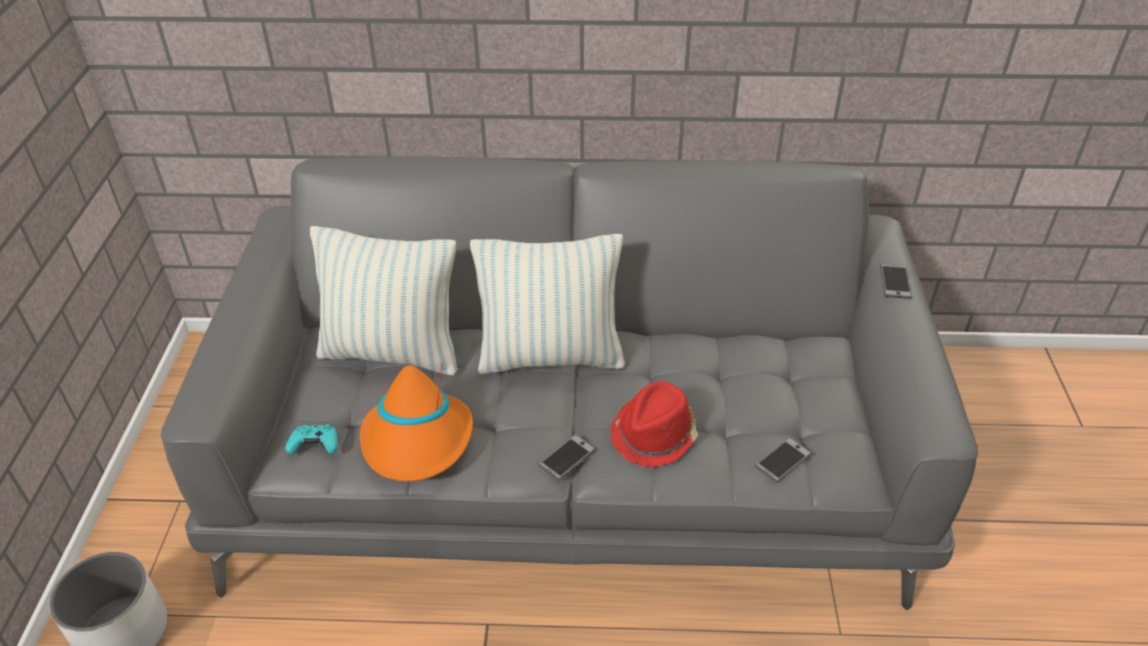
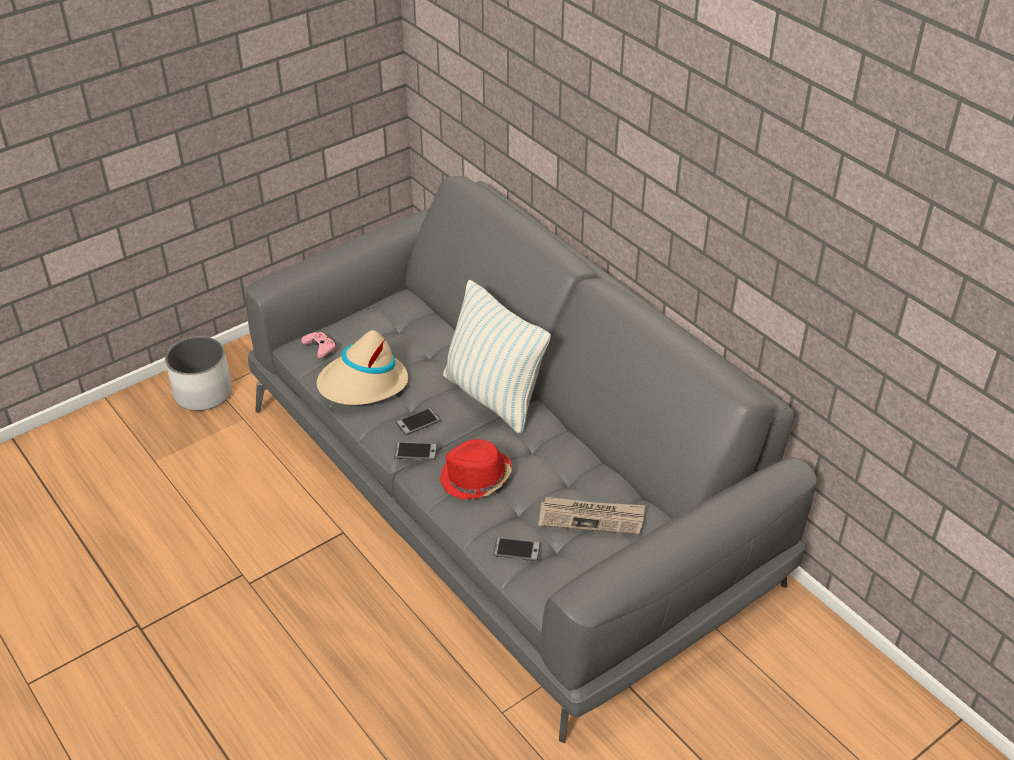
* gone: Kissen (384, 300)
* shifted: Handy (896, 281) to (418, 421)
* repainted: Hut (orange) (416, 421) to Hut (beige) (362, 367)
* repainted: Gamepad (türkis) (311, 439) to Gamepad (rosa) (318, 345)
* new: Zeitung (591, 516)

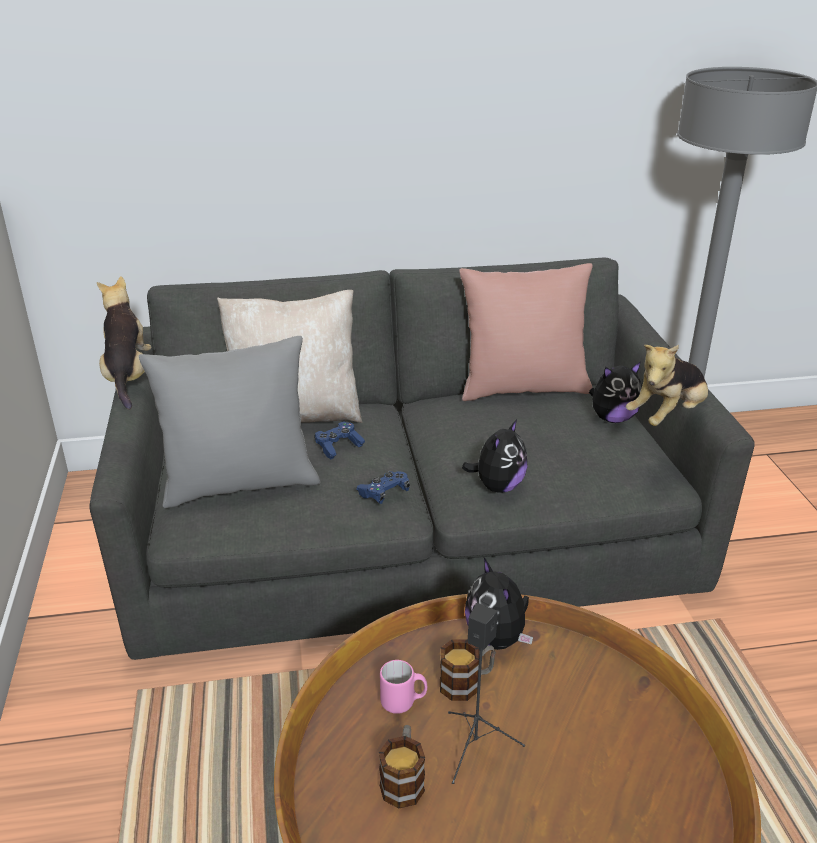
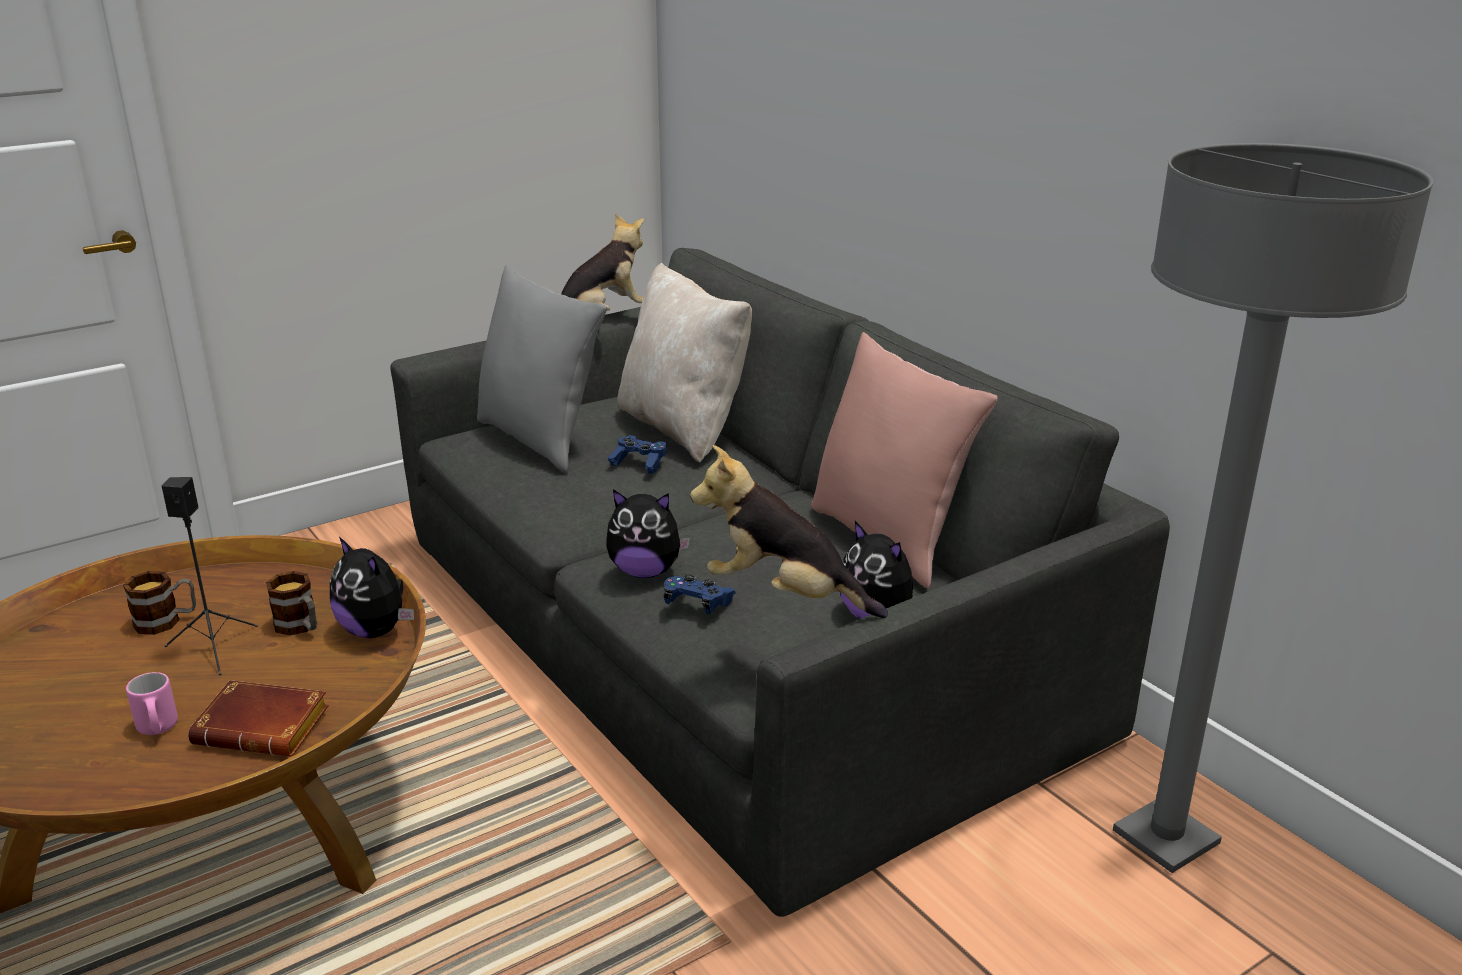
* shifted: Gamepad (blau) (383, 487) to (700, 594)
* rotated: Plüschtier (499, 604) = (372, 587) 90 degrees counterclockwise
* shifted: Henkelbecher (rosa) (403, 687) to (152, 703)
* new: Buch (braun) (258, 718)

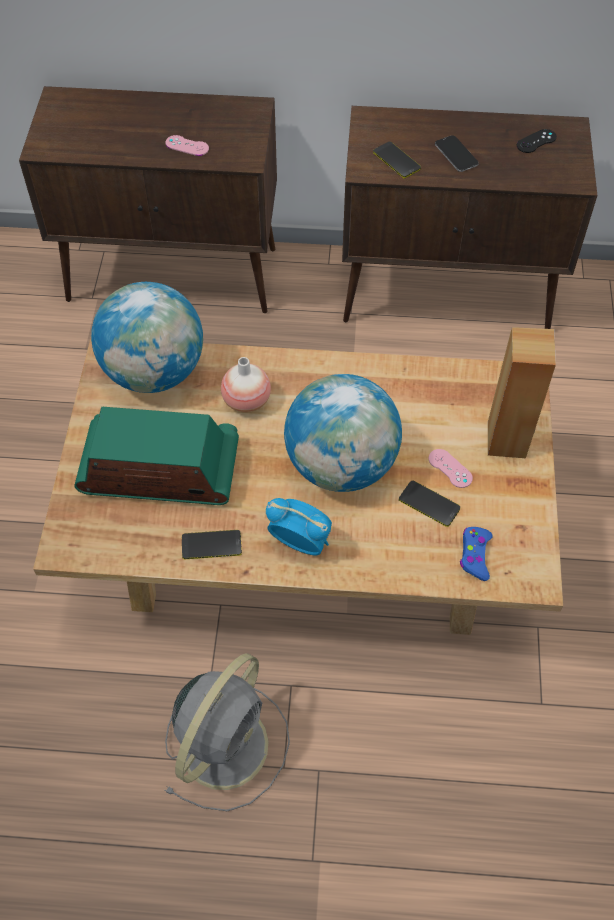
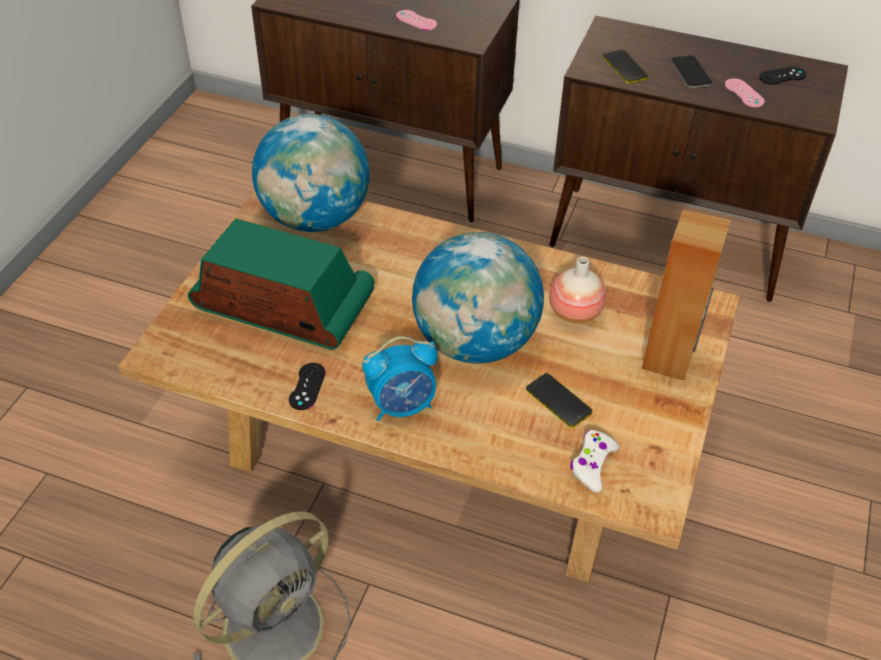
* shifted: Vase (246, 385) to (577, 290)
* shifted: Gamepad (rosa) (451, 468) to (745, 92)
* rotated: Wecker (299, 526) = (400, 378) 120 degrees clockwise
* repainted: Gamepad (blau) (476, 554) to Gamepad (weiß) (595, 461)
* swapped: Handy (212, 544) to Gamepad (schwarz) (307, 386)

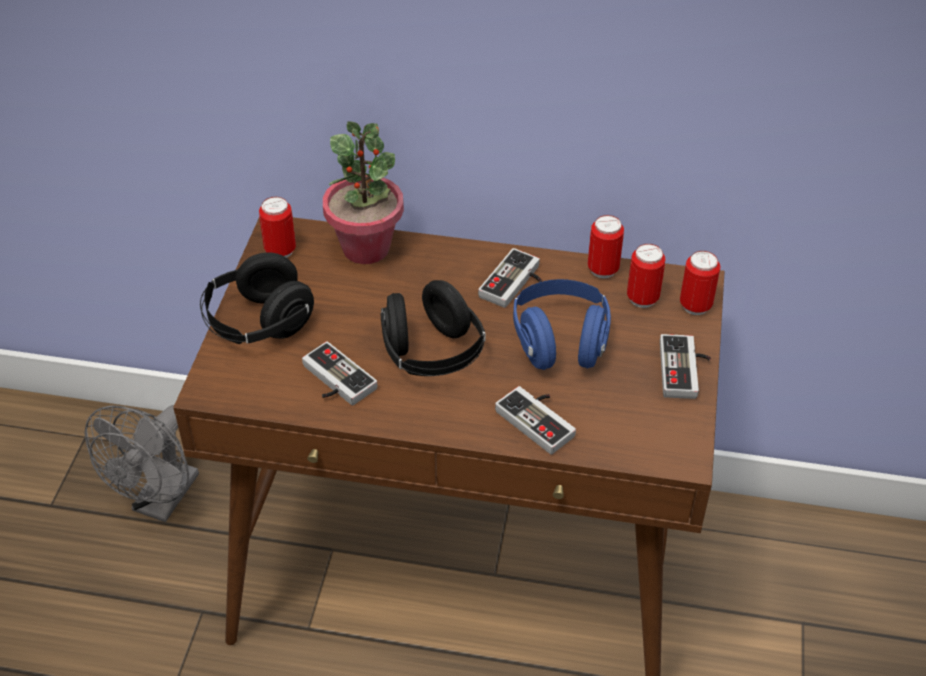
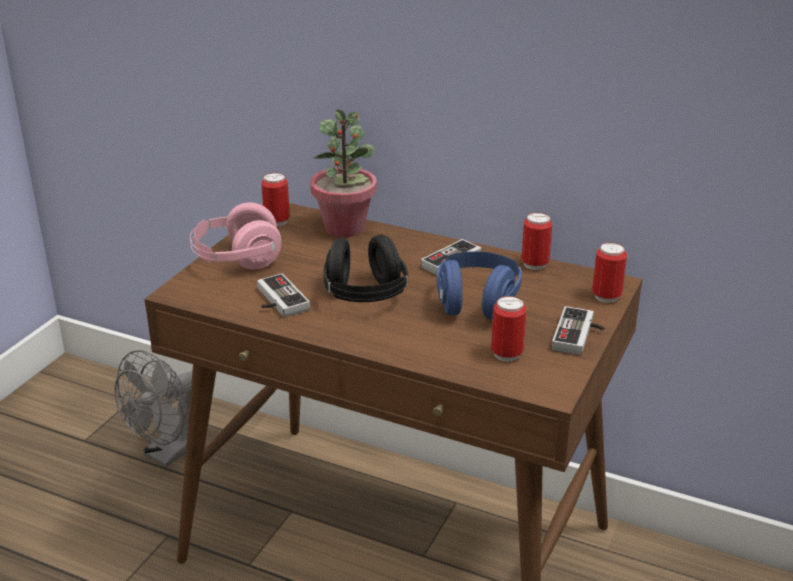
* shifted: Dose (646, 276) to (508, 329)
* repainted: Kopfhörer (schwarz) (257, 298) to Kopfhörer (rosa) (235, 236)
* gone: Gamepad (535, 420)

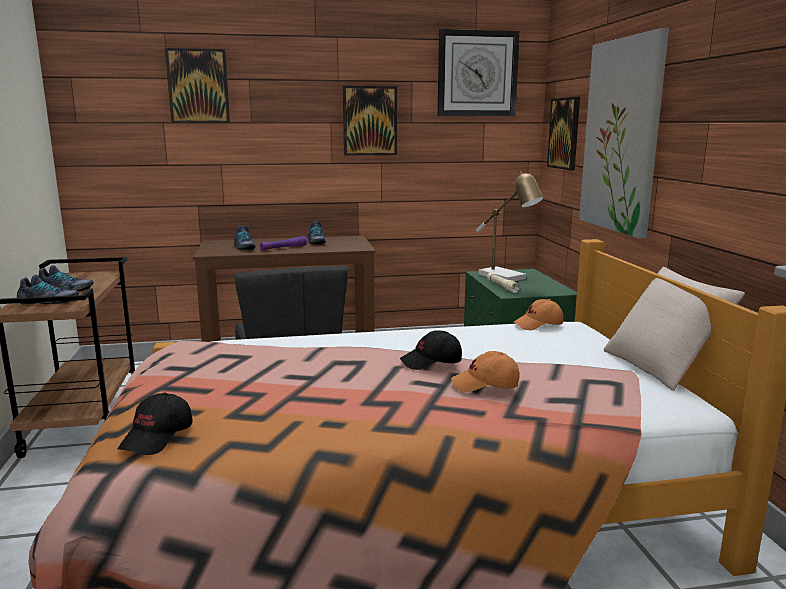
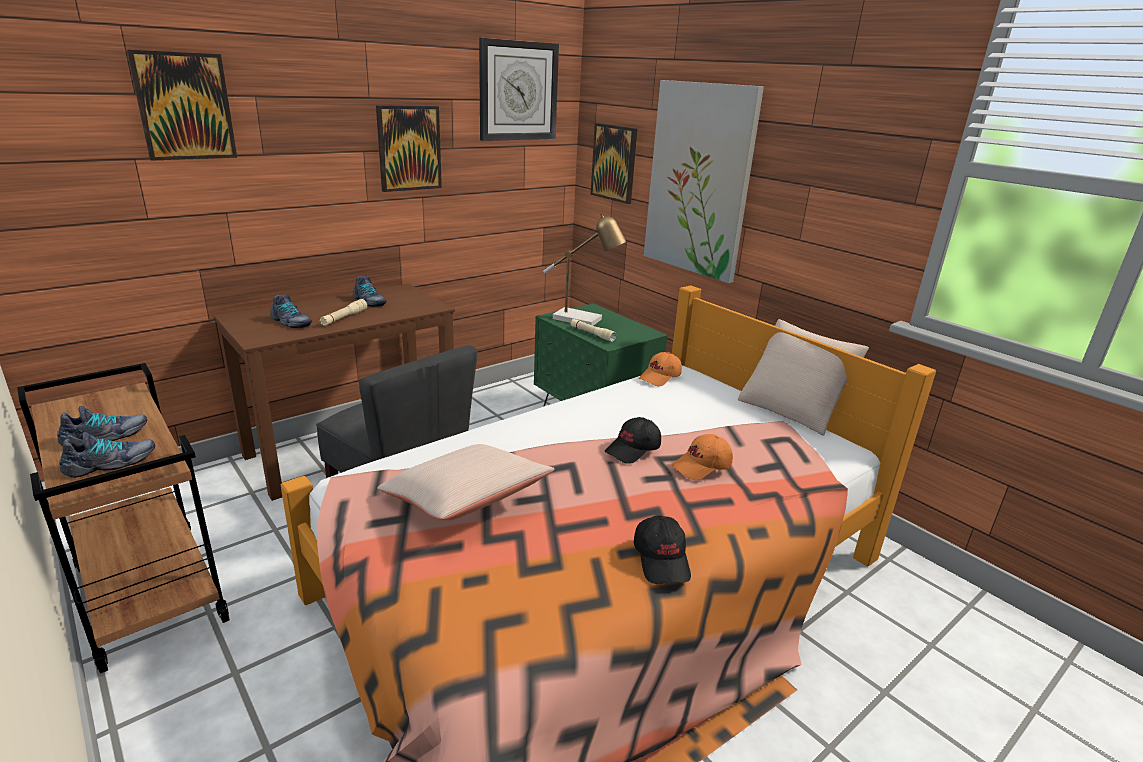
* repainted: Taschenlampe (lila) (283, 243) to Taschenlampe (beige) (343, 312)
* shifted: Kappe (schwarz) (155, 424) to (662, 549)
* new: Kissen (beige) (466, 482)

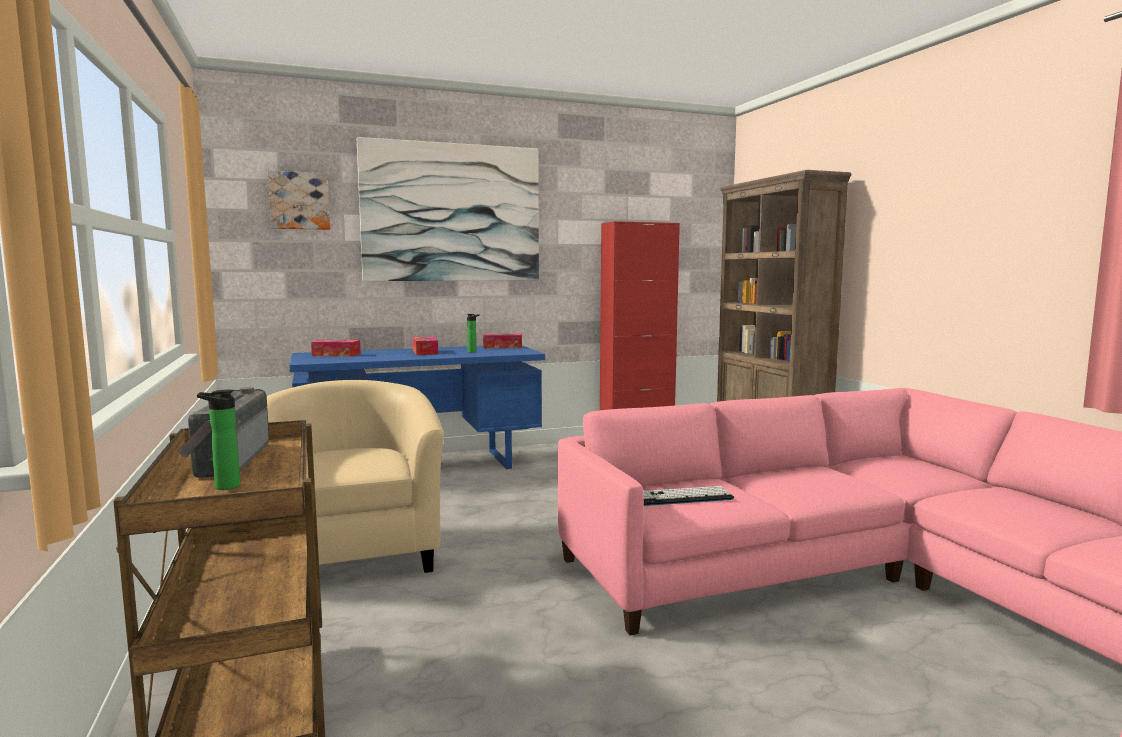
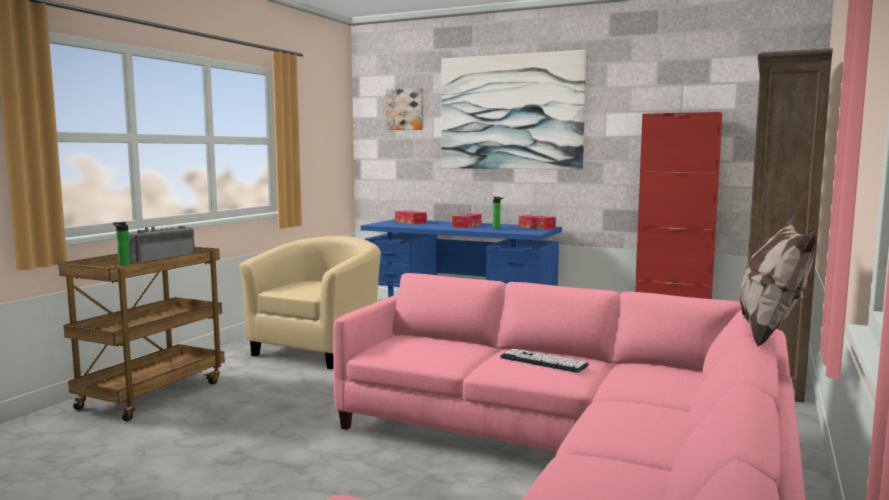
* shifted: Tastatur (688, 496) to (544, 361)
* new: Kissen (778, 281)

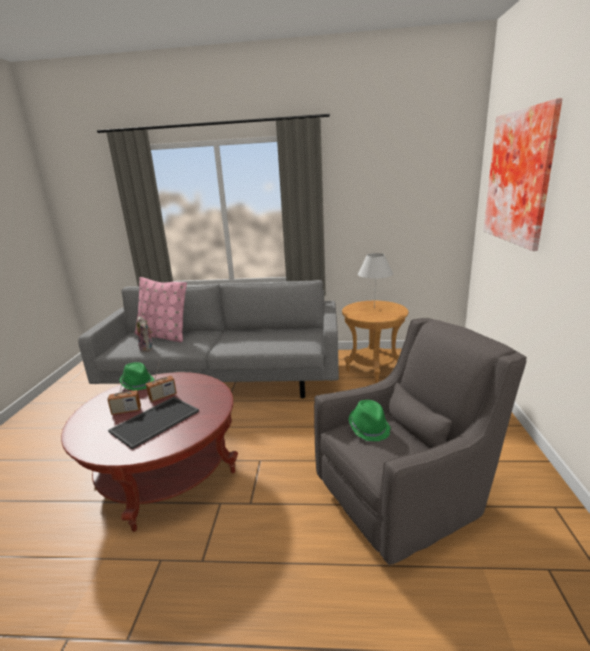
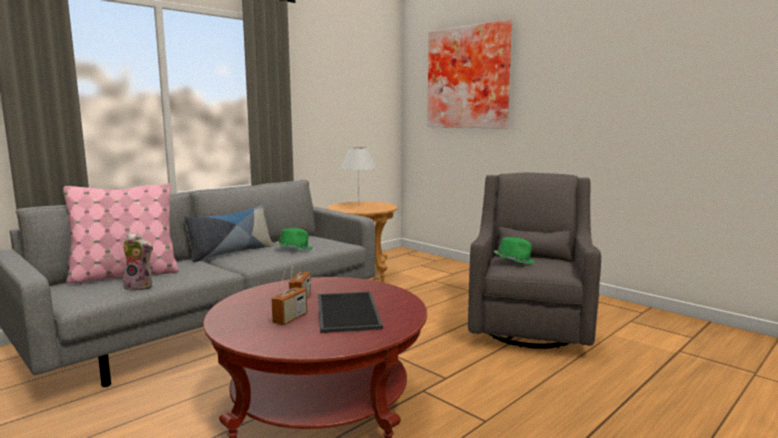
* shifted: Hut (grün) (136, 376) to (294, 239)
* new: Kissen (228, 234)

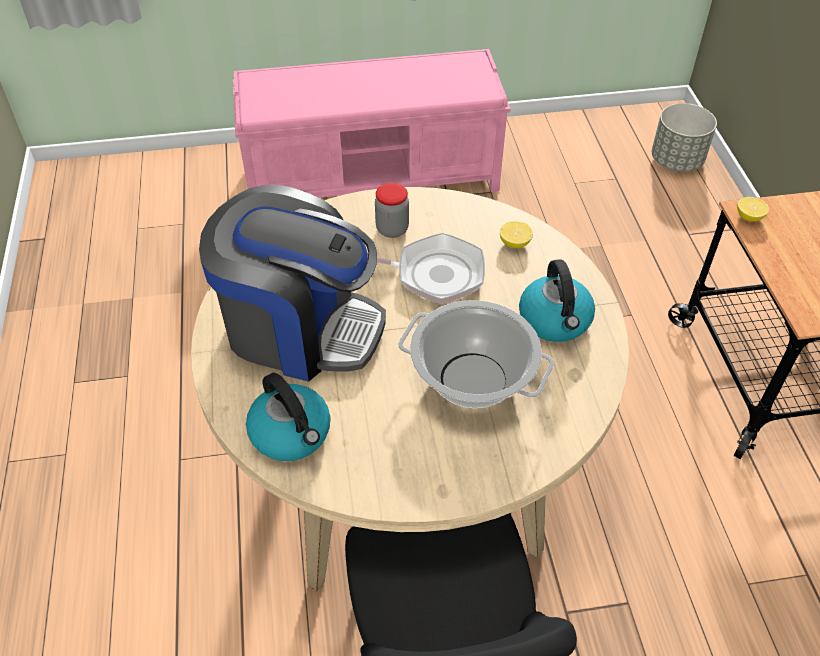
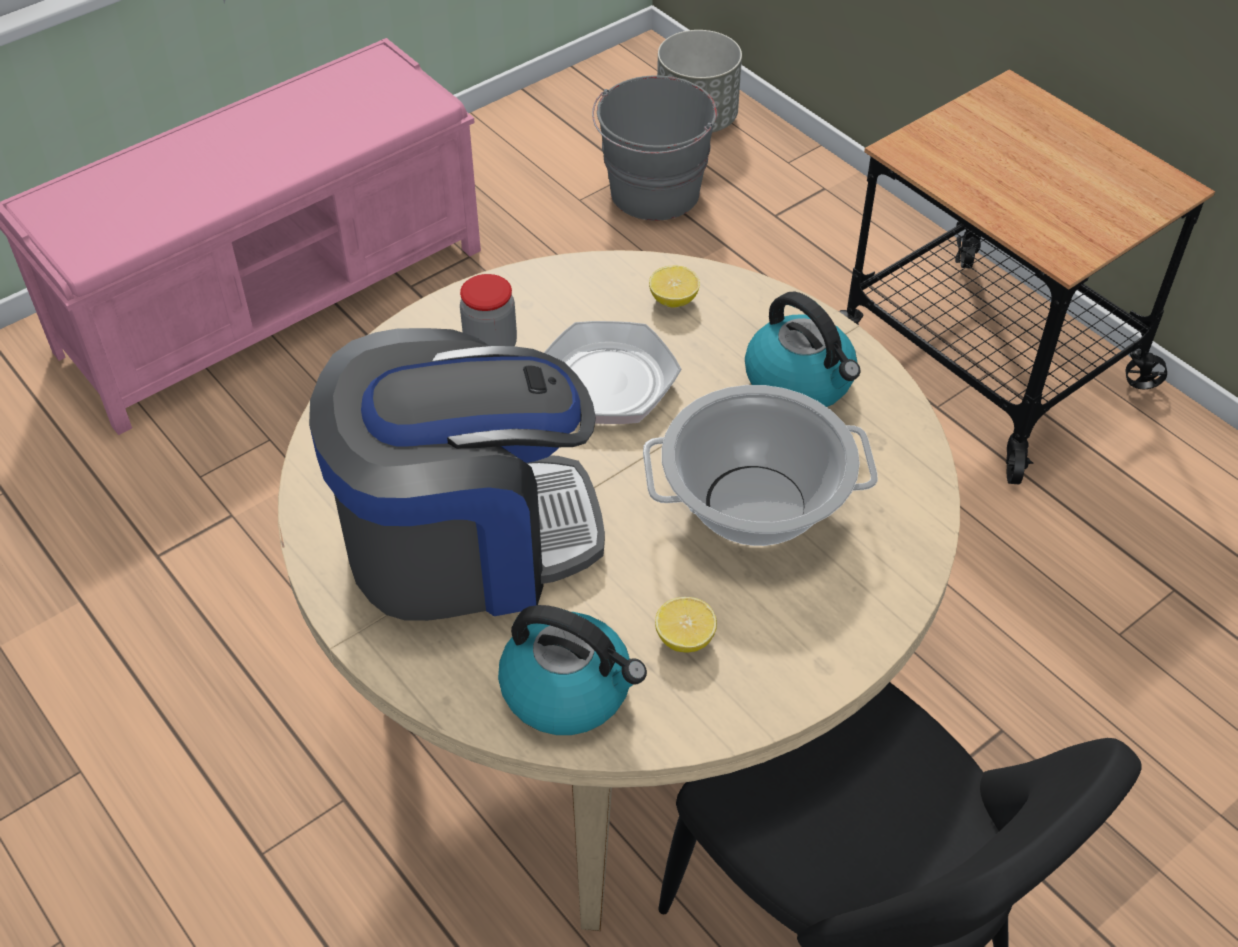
* shifted: Zitrone (753, 209) to (686, 625)
* new: Eimer (grau) (654, 148)

